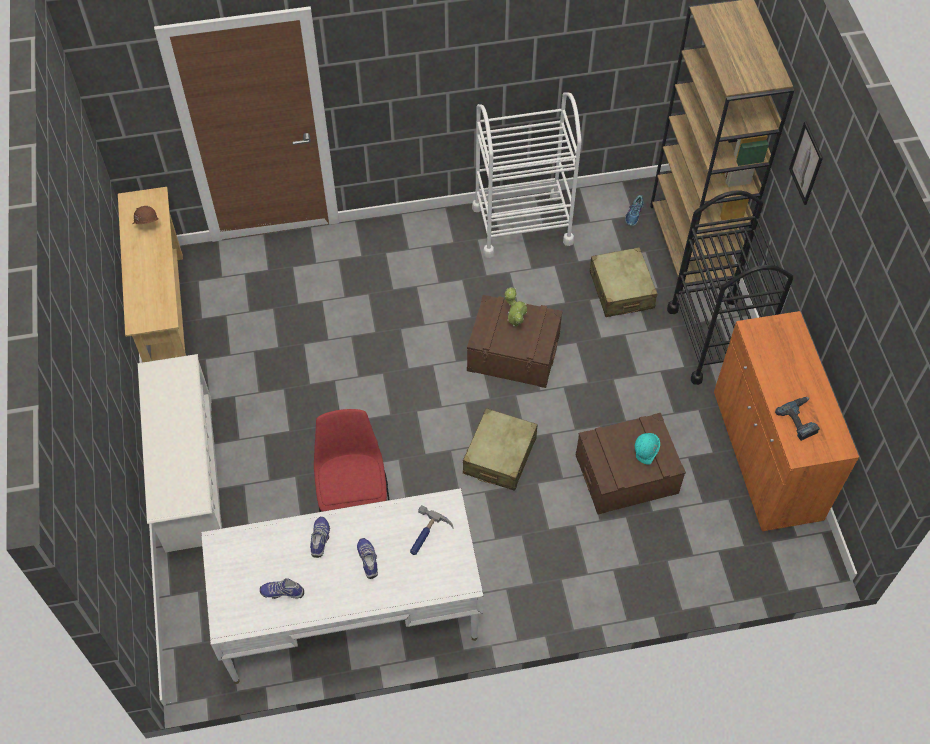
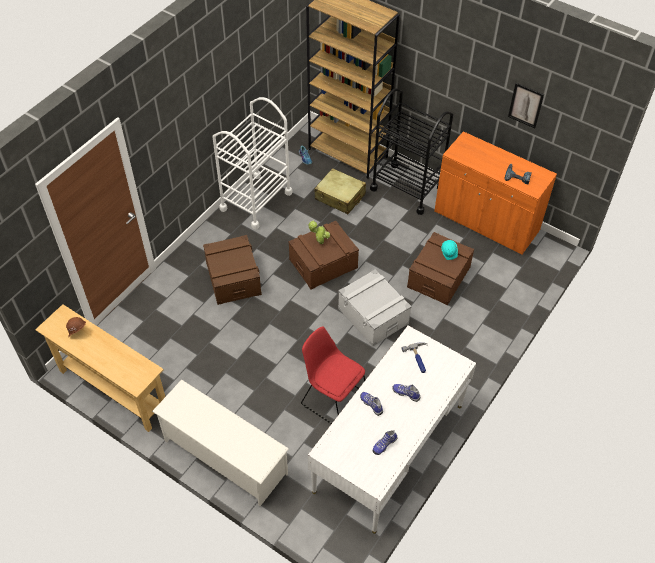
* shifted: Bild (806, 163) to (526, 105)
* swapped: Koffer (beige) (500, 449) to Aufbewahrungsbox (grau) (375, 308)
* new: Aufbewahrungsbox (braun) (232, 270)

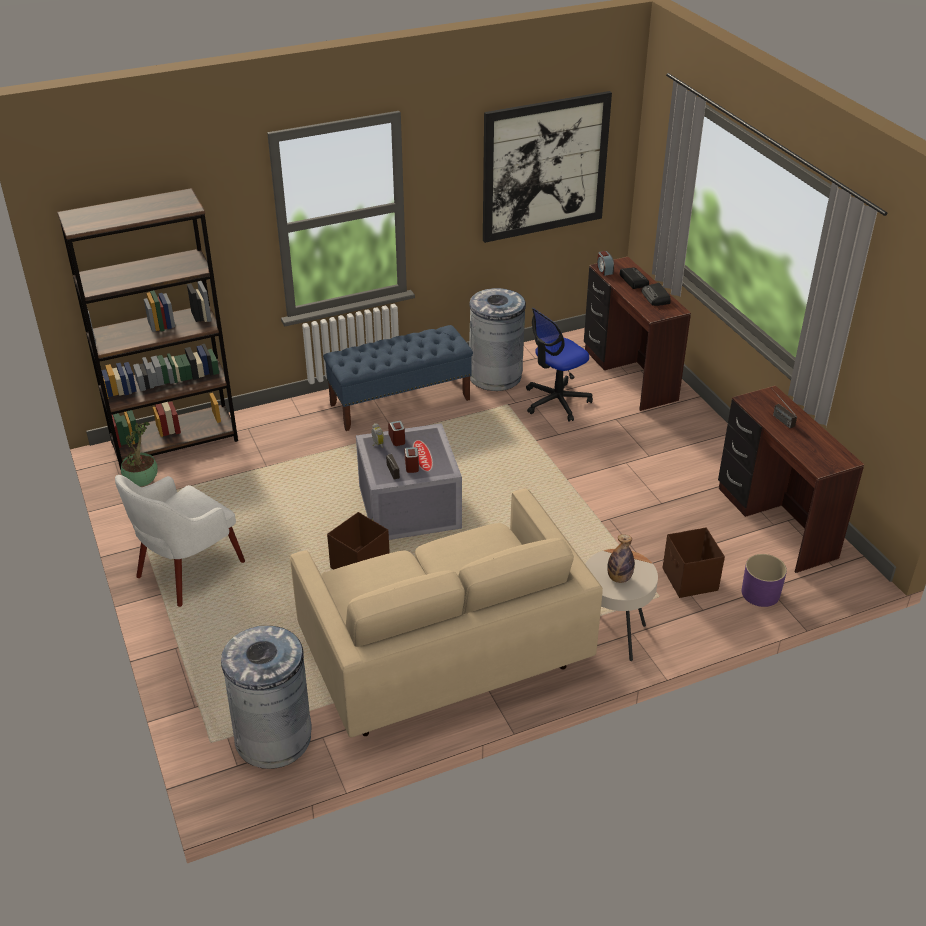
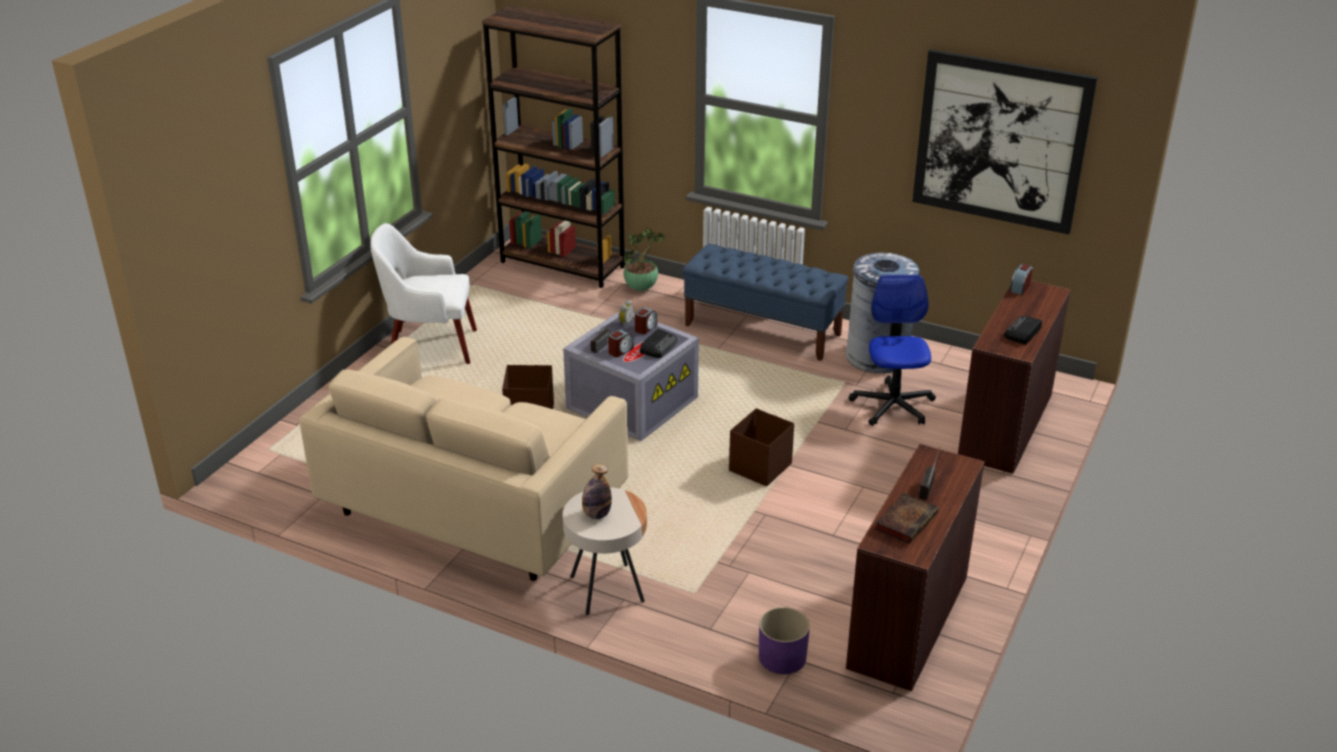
* shifted: Radio (634, 278) to (658, 343)
* rotated: Bürostuhl (559, 365) = (892, 350) 75 degrees clockwise
* shifted: Topfpflanze (139, 454) to (644, 259)
* shifted: Aufbewahrungsbox (braun) (694, 563) to (761, 447)
* gone: Mülleimer (grau) (266, 697)
* new: Buch (906, 518)

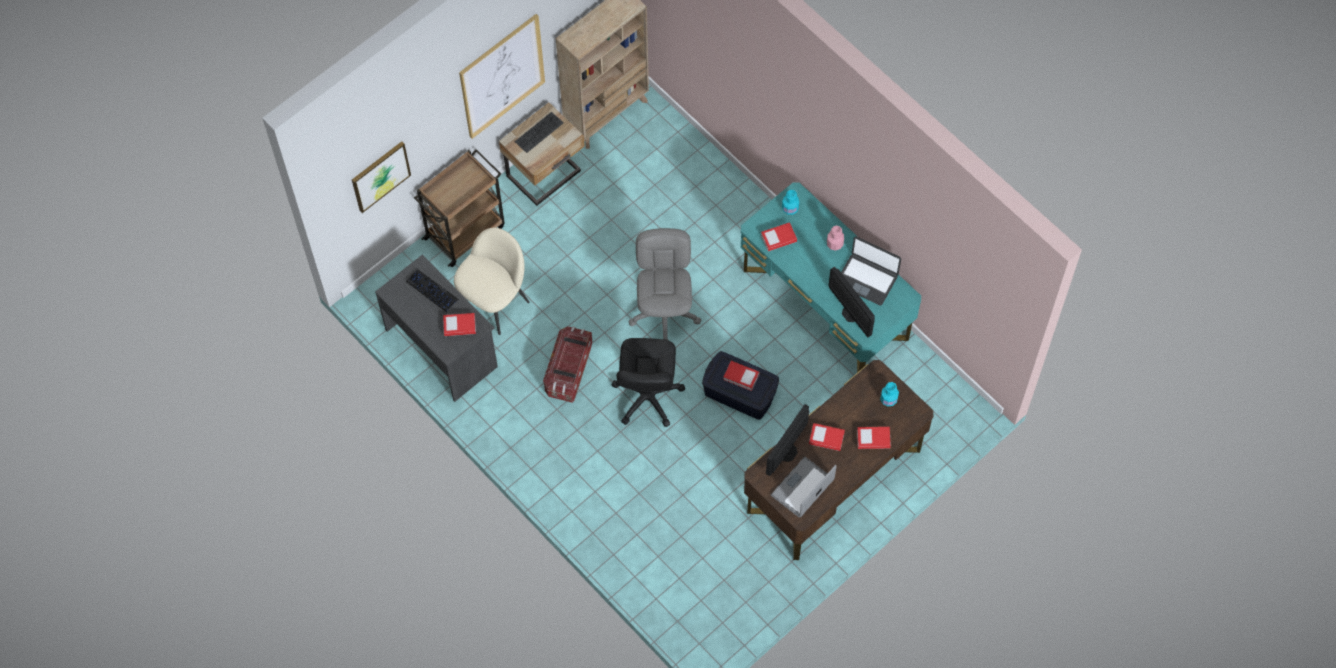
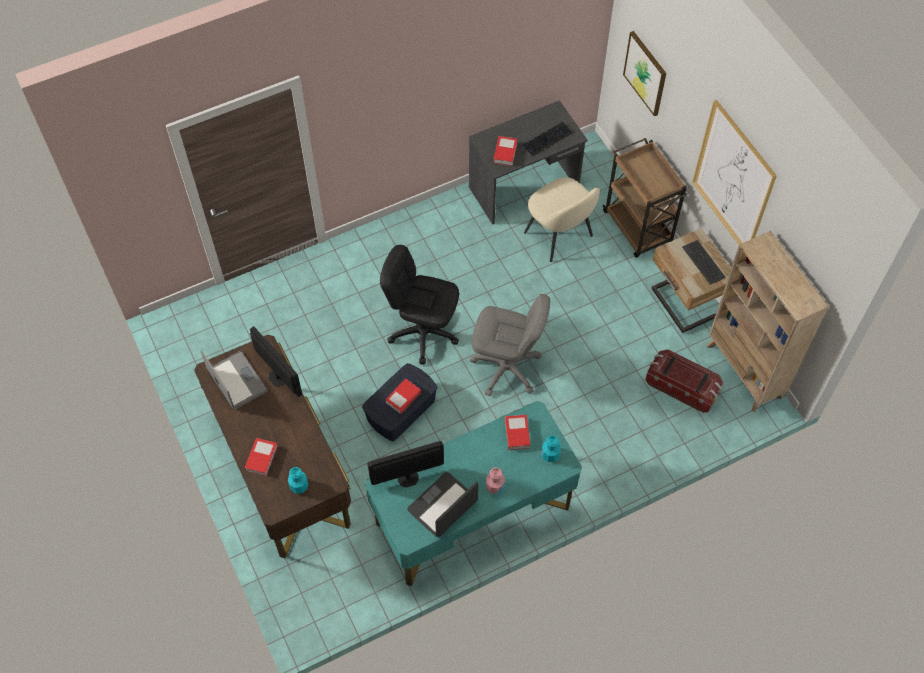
* shifted: Aufbewahrungsbox (567, 364) to (684, 381)
* gone: Buch (827, 437)

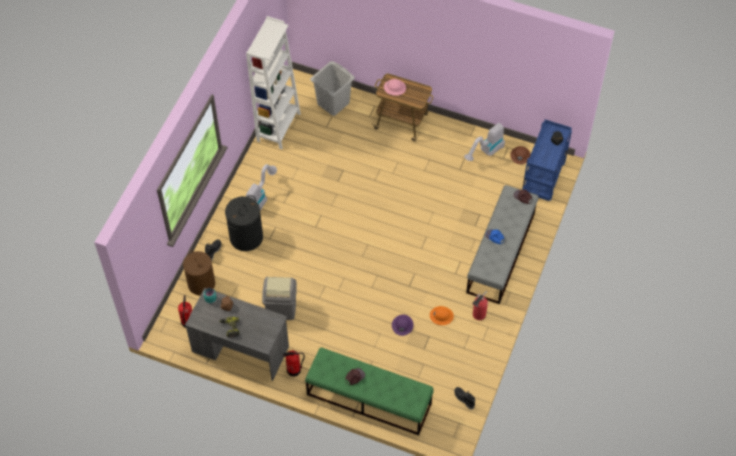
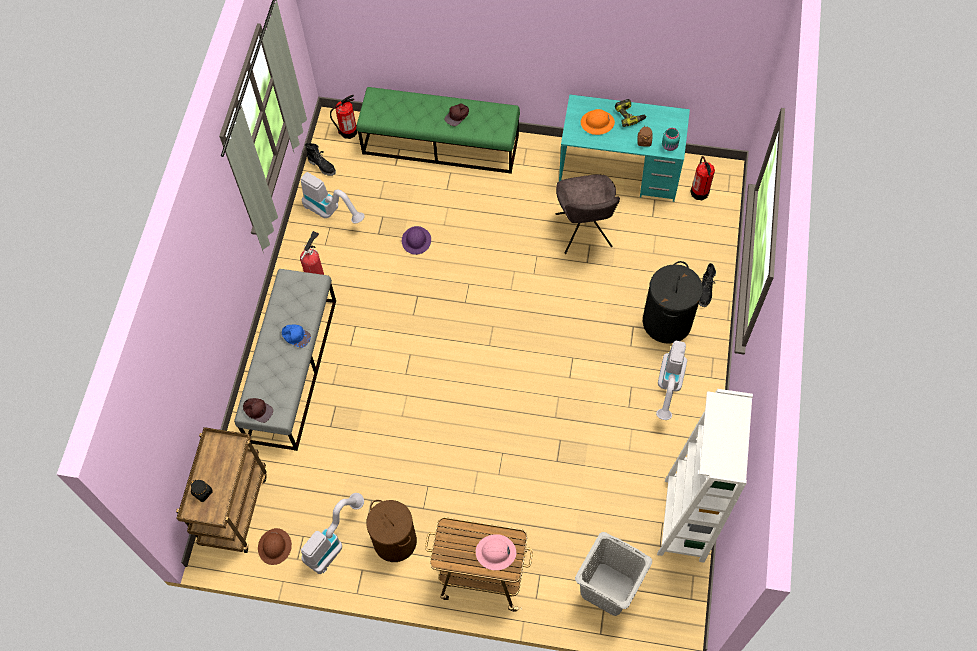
* repainted: Rollwagen (blau) (547, 160) to Rollwagen (braun) (221, 490)
* shifted: Wäschekorb (braun) (199, 273) to (391, 531)
* swapped: Mülleimer (grau) (279, 298) to Stuhl (grau) (588, 214)
* repainted: Schreibtisch (grau) (237, 334) to Schreibtisch (türkis) (624, 148)
* shifted: Schutzhelm (orange) (442, 315) to (598, 122)
* shifted: Feuerlöscher (294, 363) to (344, 117)
* new: Staubsauger (333, 198)

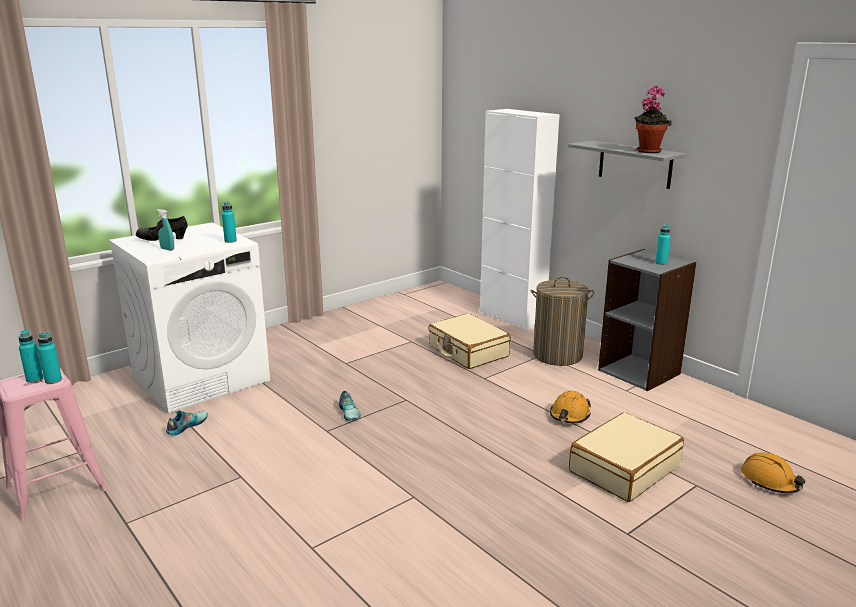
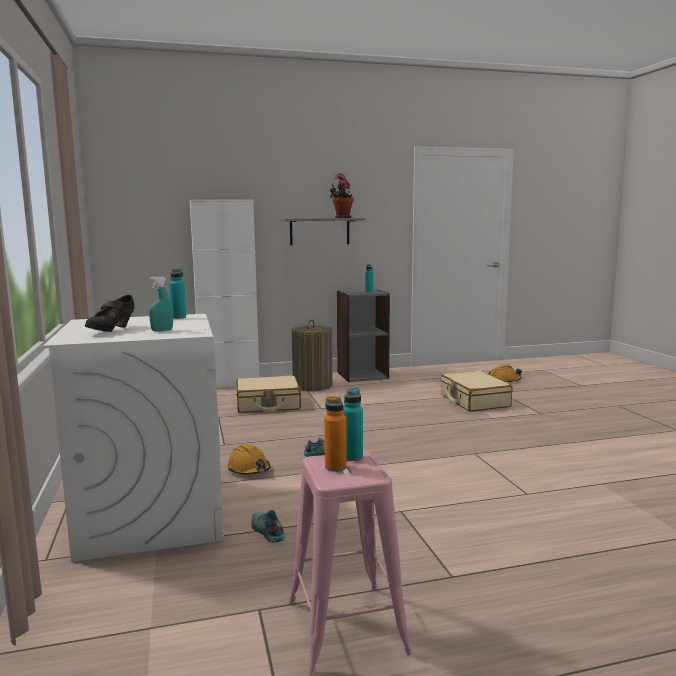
* repainted: Flasche (türkis) (31, 356) to Flasche (orange) (335, 434)
* shifted: Schutzhelm (orange) (570, 407) to (249, 459)

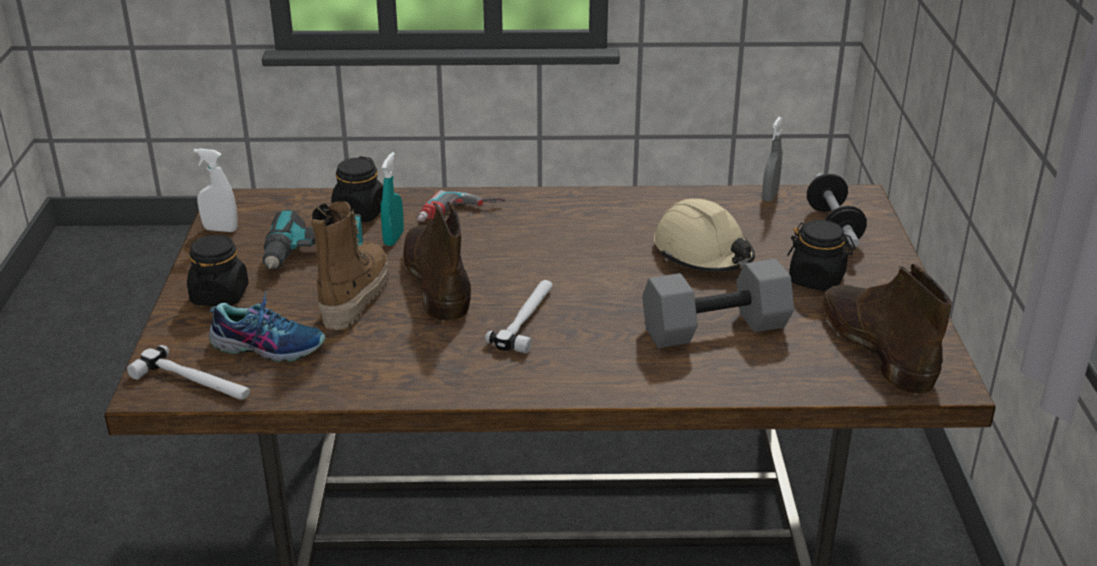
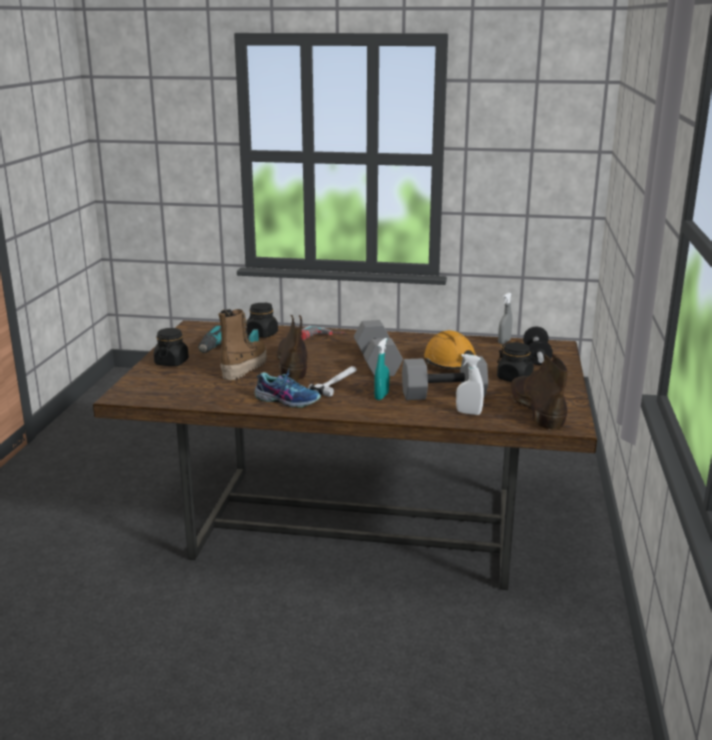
* shifted: Sprühflasche (weiß) (216, 190) to (470, 384)
* shifted: Sprühflasche (türkis) (392, 199) to (381, 369)
* repainted: Schutzhelm (beige) (704, 235) to Schutzhelm (orange) (450, 349)
* shifted: Schuh (267, 326) to (287, 388)
* gone: Hammer (188, 372)
* new: Hantel (grau) (378, 348)

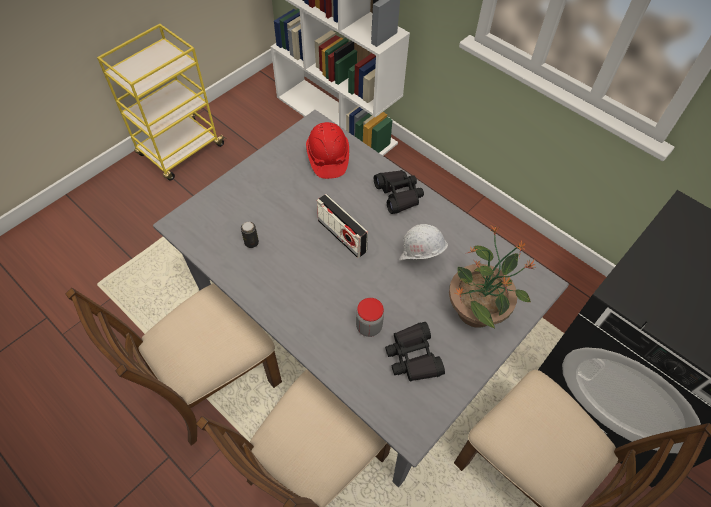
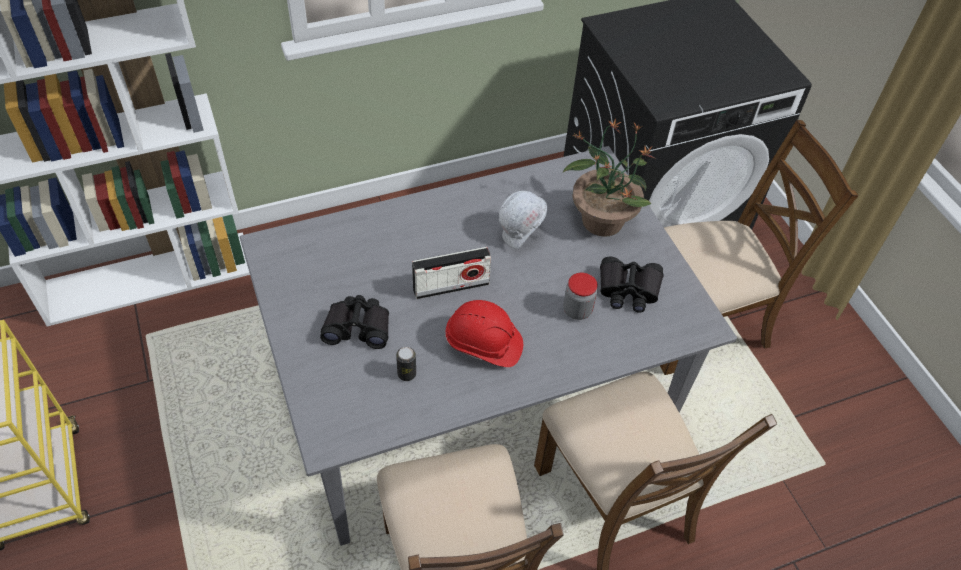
* shifted: Schutzhelm (rot) (327, 150) to (484, 333)
* shifted: Fernglas (schwarz) (399, 192) to (354, 322)

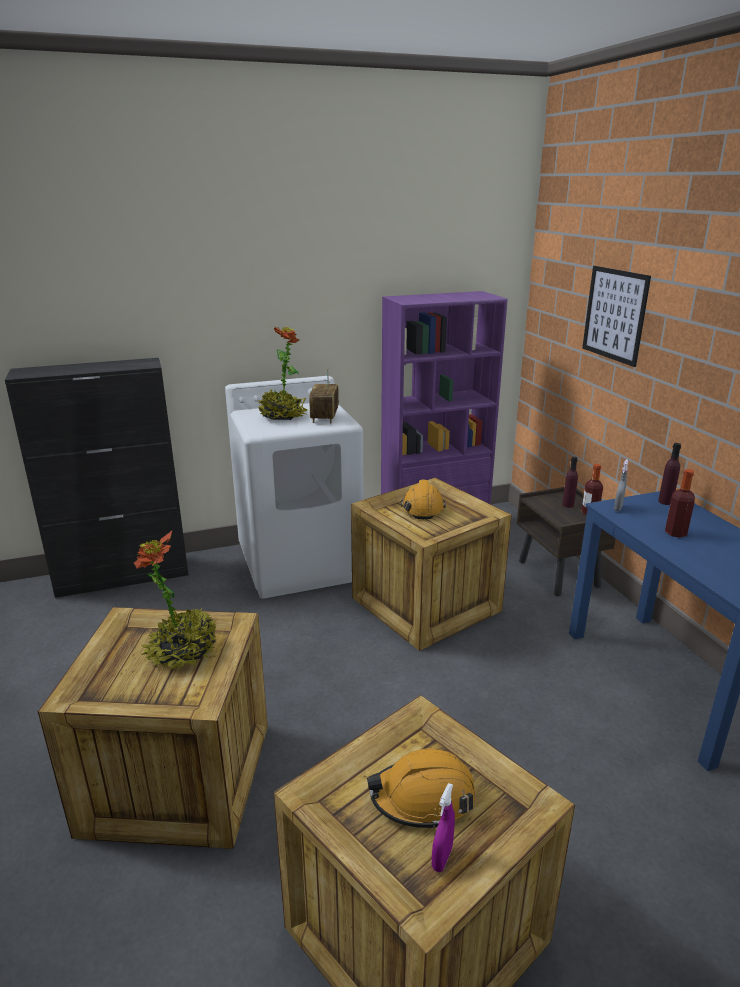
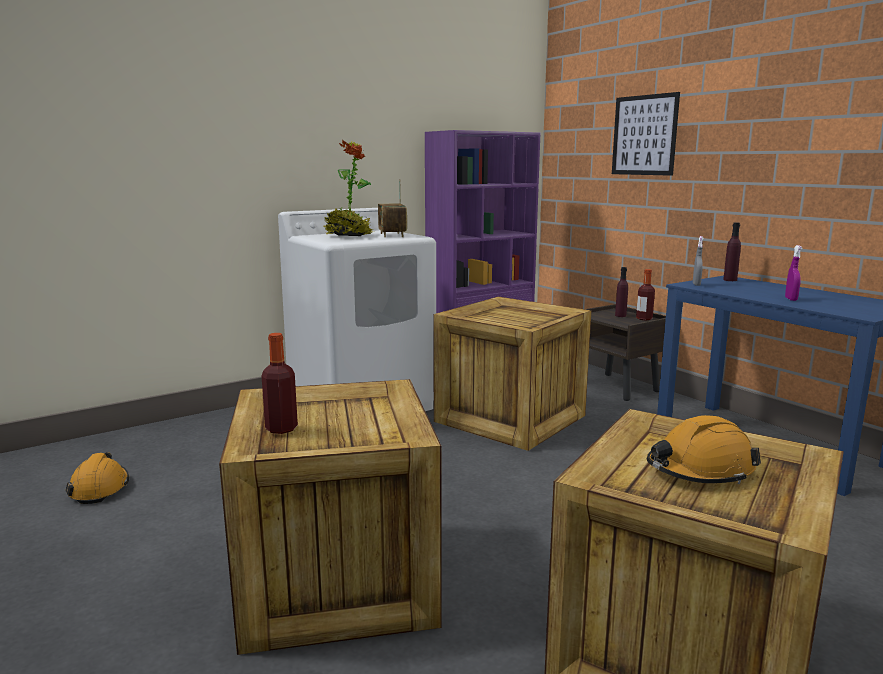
* gone: Schrank (schwarz) (97, 478)
* shifted: Flasche (680, 503) to (279, 383)
* shifted: Schutzhelm (orange) (423, 499) to (97, 478)
* gone: Topfpflanze (175, 600)
* shifted: Sprühflasche (lila) (443, 827) to (794, 273)

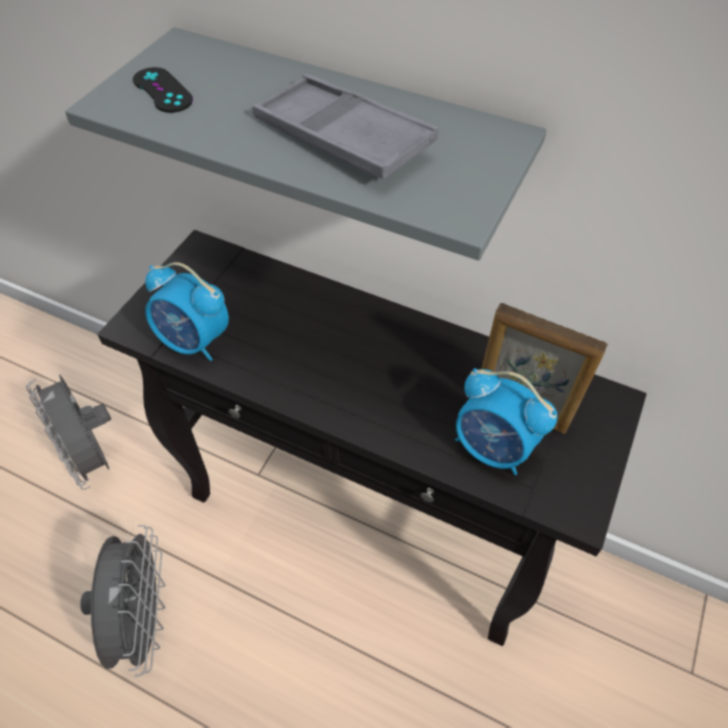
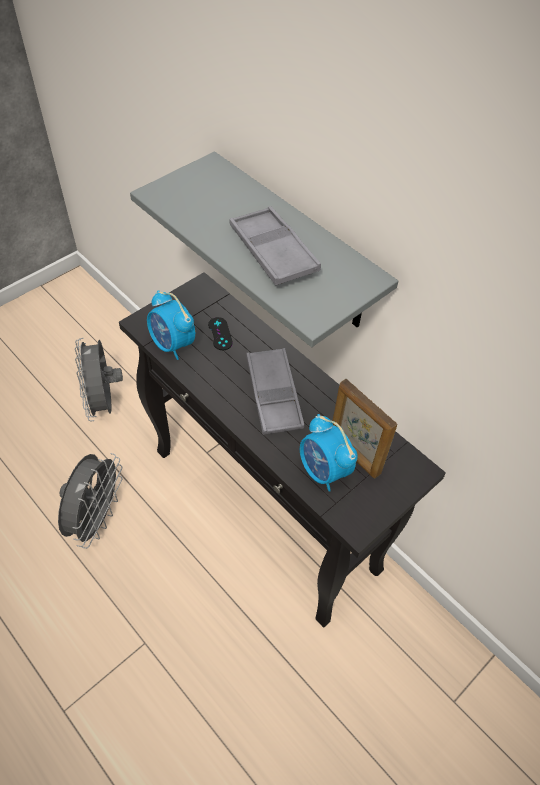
* shifted: Gamepad (schwarz) (163, 90) to (220, 333)
* new: Tablett (grau) (275, 391)

